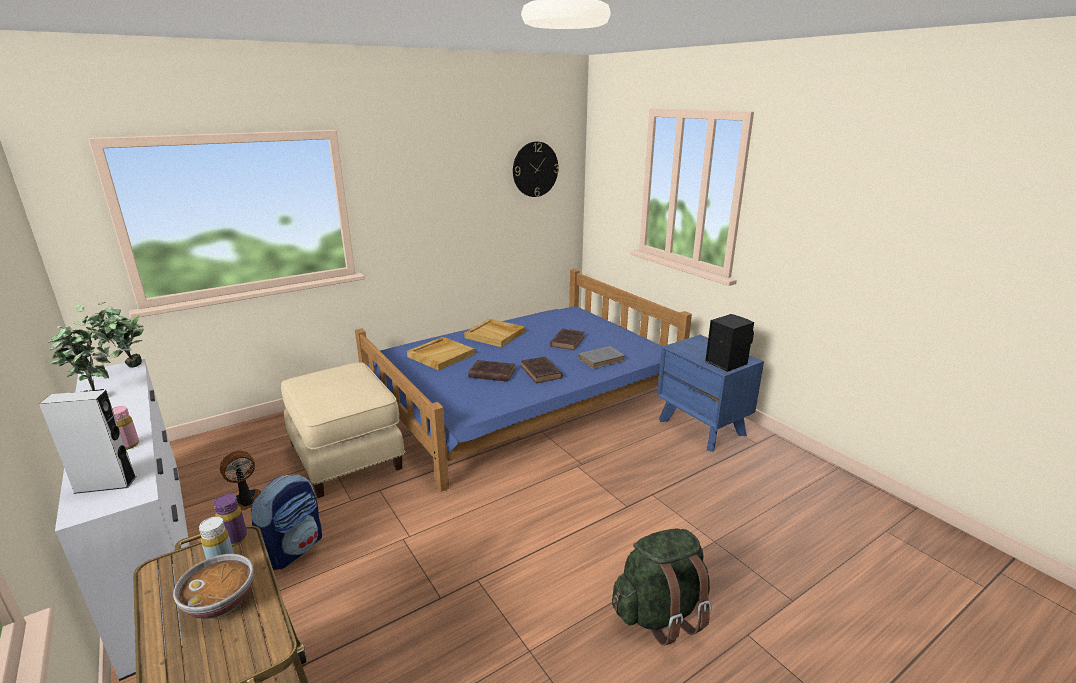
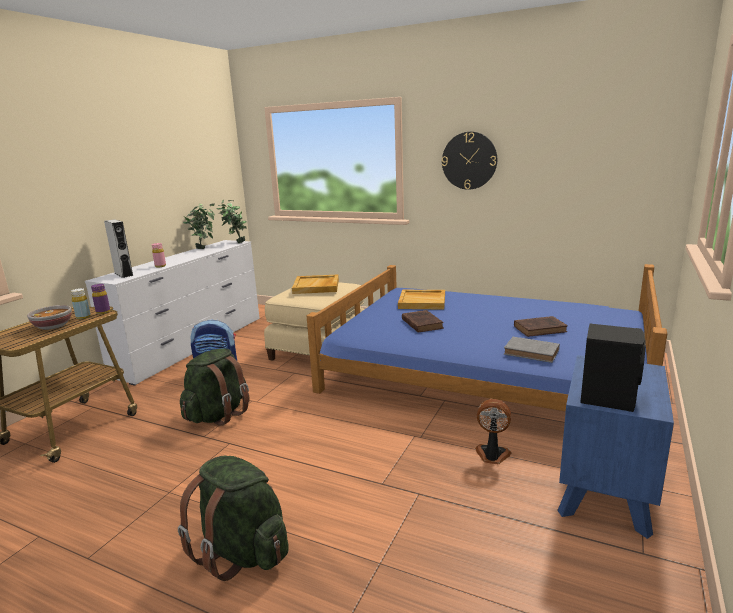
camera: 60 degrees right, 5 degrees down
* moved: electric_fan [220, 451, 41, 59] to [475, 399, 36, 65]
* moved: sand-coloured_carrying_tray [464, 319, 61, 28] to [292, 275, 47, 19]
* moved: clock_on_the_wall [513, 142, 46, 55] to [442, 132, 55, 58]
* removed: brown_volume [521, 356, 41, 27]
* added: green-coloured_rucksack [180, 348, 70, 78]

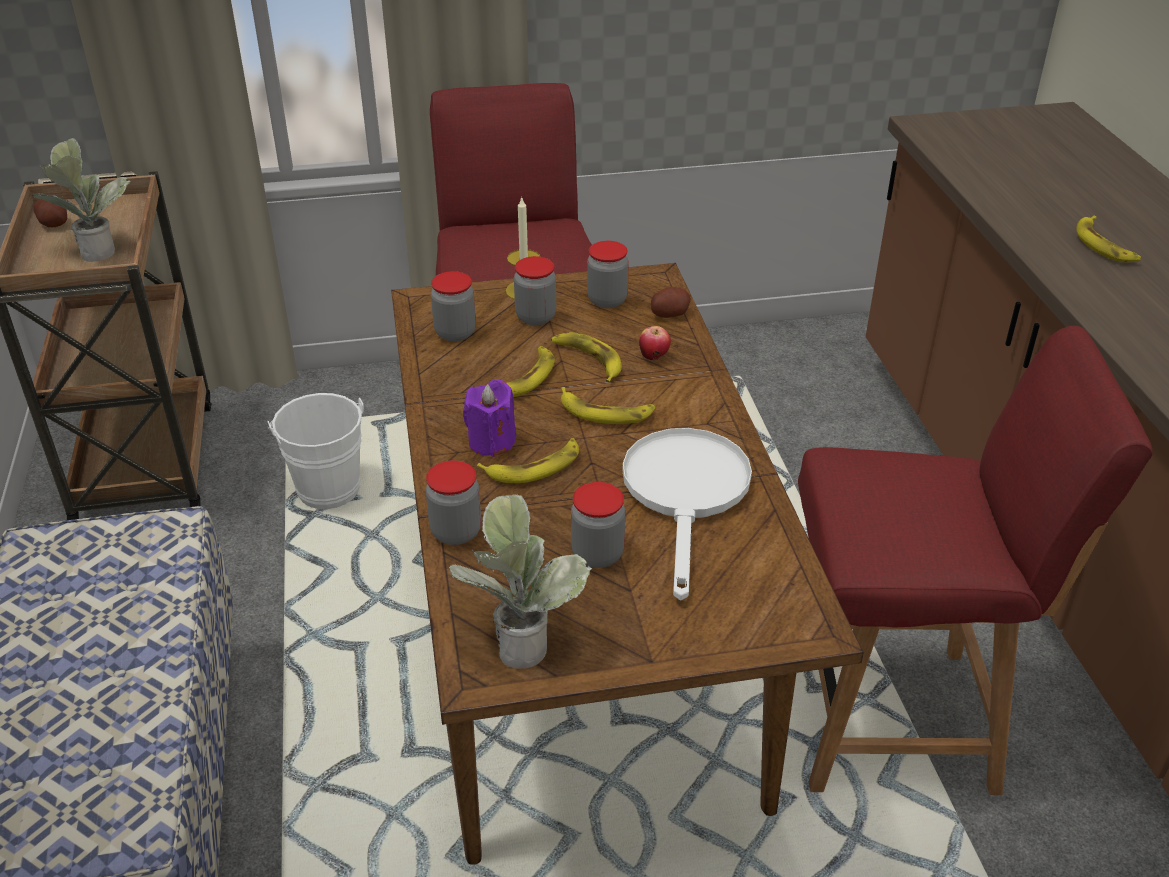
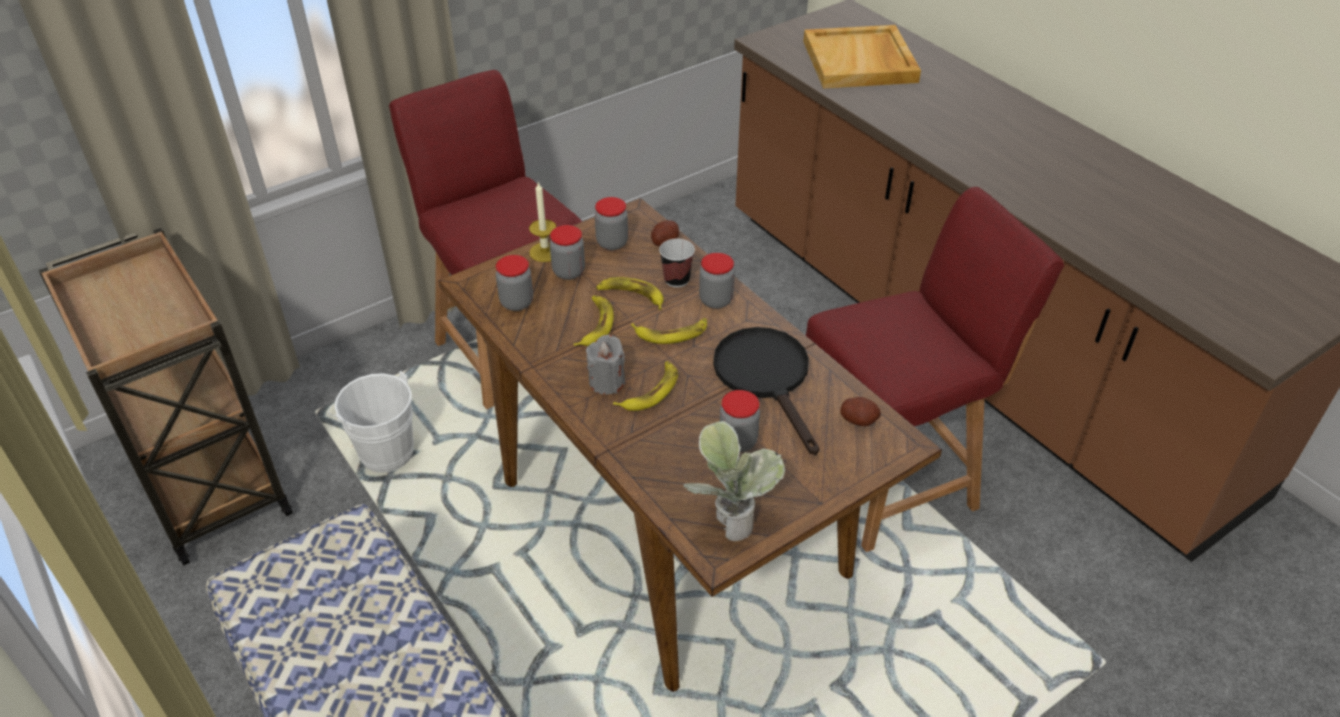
camera: 25 degrees left, 5 degrees up
* removed: houseplant [33, 138, 98, 124]
* moved: spud [34, 199, 33, 28] to [840, 397, 41, 29]
* moved: jar [426, 460, 55, 85] to [699, 253, 36, 56]
* recoloured: purplish_candle [463, 380, 53, 77] to greyish_candle [586, 335, 39, 59]
* recoloured: white_frying_pan [623, 428, 129, 172] to blackish_frying_pan [713, 327, 106, 128]
* replaced: whole_apple [639, 326, 32, 35] to small_cup [659, 239, 36, 49]
* removed: banana_fruit [1076, 216, 65, 46]
* added: sand-coloured_carrying_tray [803, 25, 118, 63]

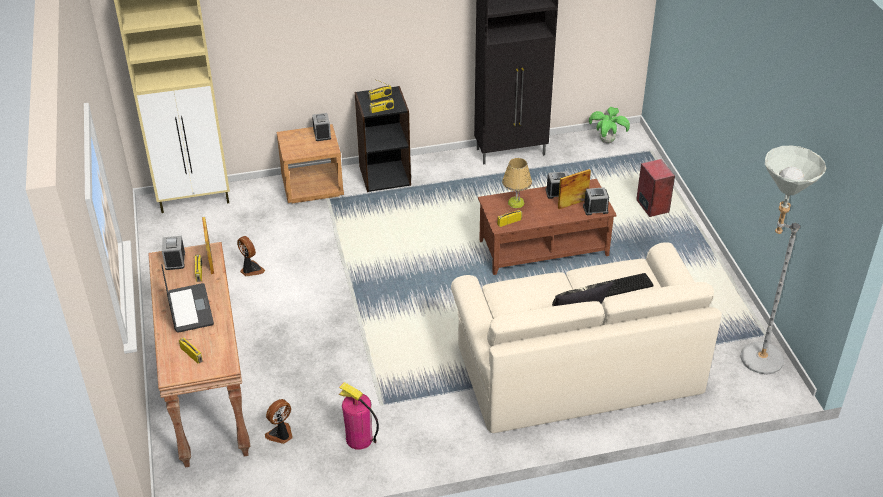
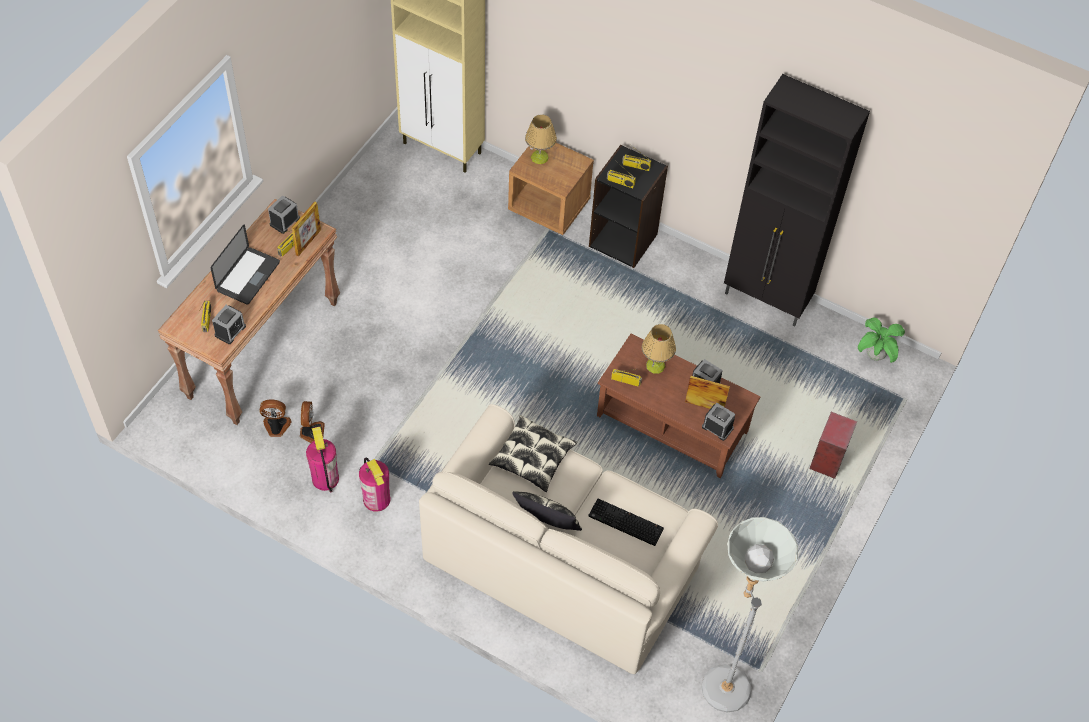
camera: 40 degrees right, 15 degrees up
* moved: electric_fan [237, 236, 28, 40] to [300, 401, 25, 42]
* moved: alarm_clock [312, 113, 19, 28] to [212, 305, 34, 39]
* added: fire-fighting_cylinder [359, 457, 31, 55]
* added: throw_pillow [489, 415, 88, 77]
* added: tabletop_lamp [525, 114, 32, 50]

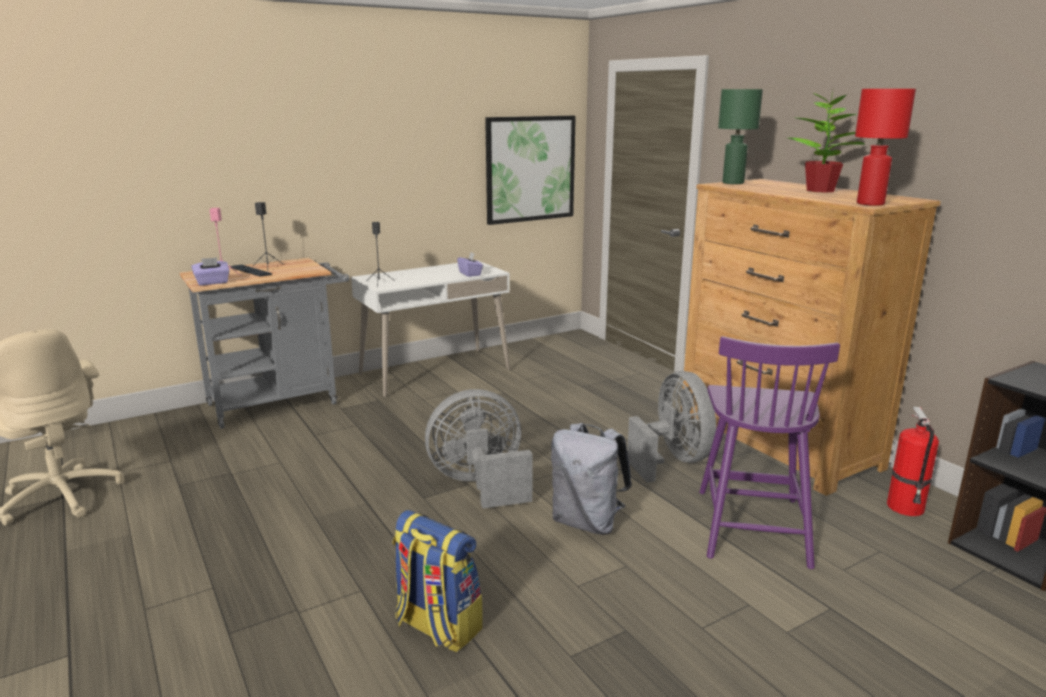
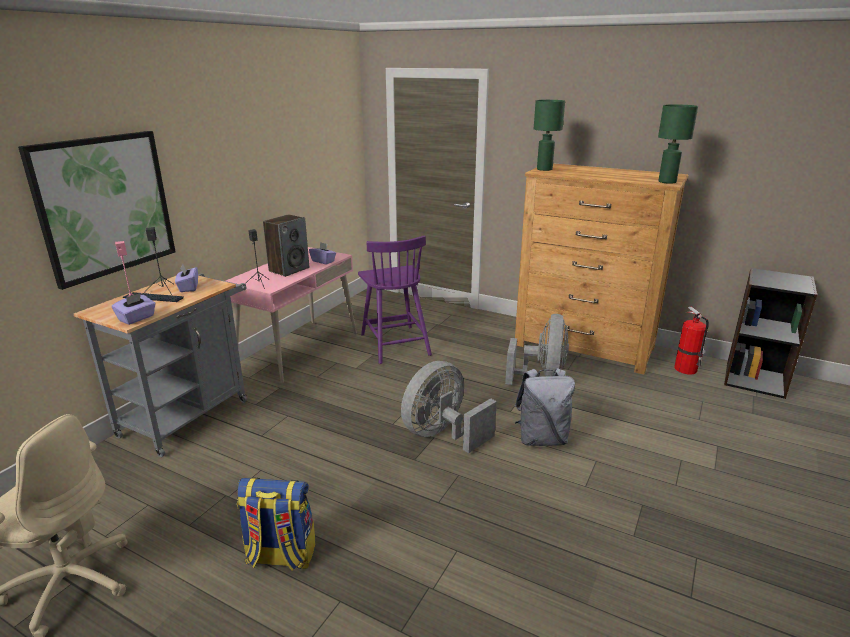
camera: 30 degrees left, 5 degrees up
* recoloured: white_desk_unit [351, 260, 159, 137] to pinkish_desk_unit [226, 247, 131, 137]
* moved: rucksack [393, 510, 90, 142] to [237, 477, 78, 94]
* moved: picture [485, 116, 91, 109] to [18, 131, 157, 159]
* turned: greyish_electric_fan [627, 371, 89, 112] = [505, 314, 64, 71] 60 degrees clockwise
* moved: purplish_chair [699, 336, 141, 233] to [358, 236, 74, 128]
* removed: houseplant [788, 91, 77, 102]
* recoloured: reddish_tabletop_lamp [855, 89, 61, 117] to green-coloured_tabletop_lamp [658, 104, 40, 80]
* added: purplish_box_of_tissues [175, 264, 23, 28]
* added: loudspeaker [263, 214, 46, 63]

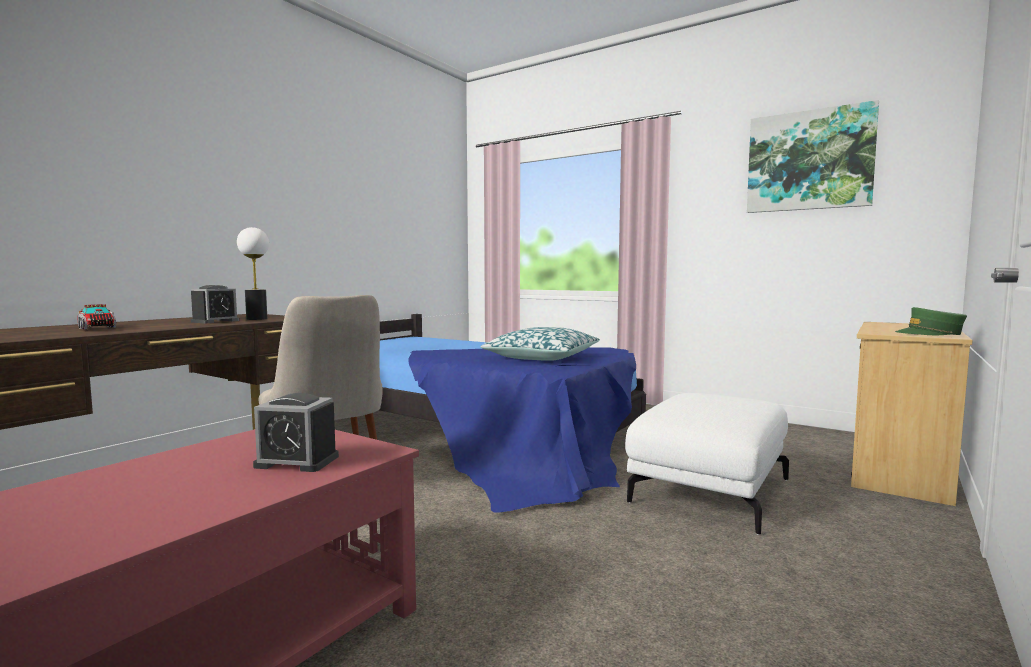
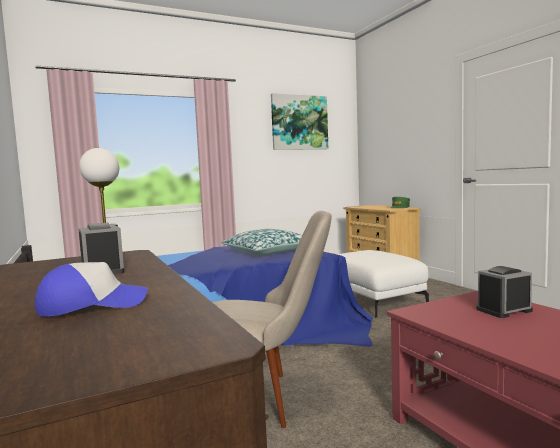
camera: 60 degrees left, 0 degrees up
* replaced: toy_lorry [78, 304, 38, 25] to cap [35, 262, 113, 55]
* turned: alarm_clock [253, 393, 86, 79] = [476, 266, 57, 52] 150 degrees counterclockwise

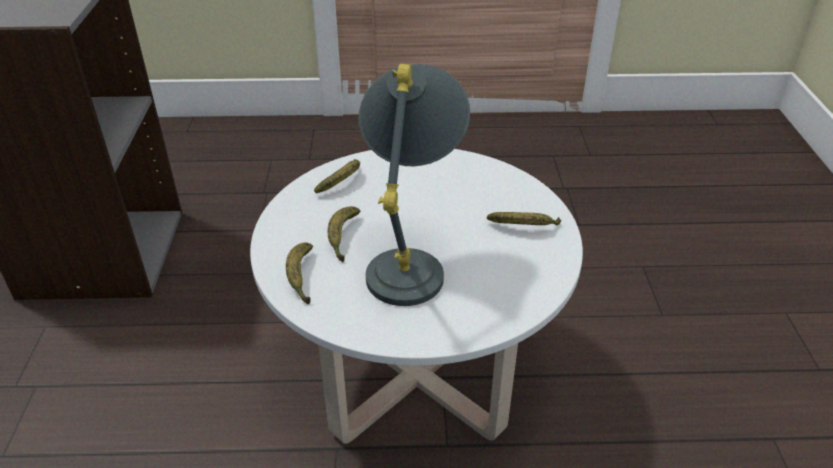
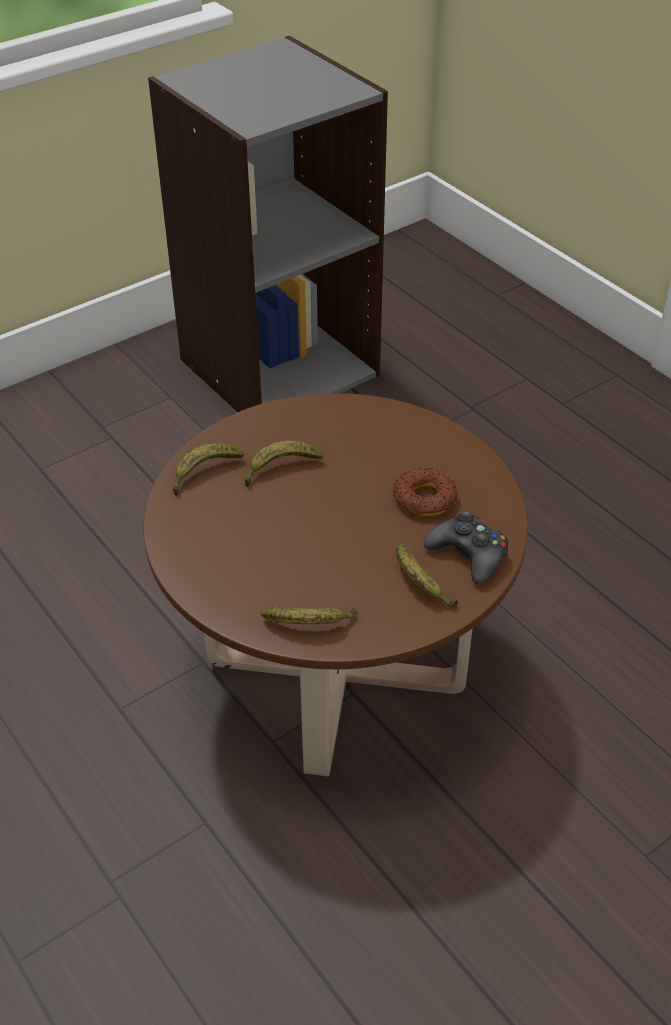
camera: 55 degrees right, 5 degrees up
* recoloured: white_low_table [250, 149, 333, 295] to brown_low_table [143, 393, 385, 383]
* moved: banana_fruit [314, 159, 46, 34] to [260, 607, 97, 17]
* removed: greyish_tabletop_lamp [359, 64, 111, 242]
* added: doughnut [393, 468, 65, 49]
* added: blackish_gamepad [424, 510, 84, 75]

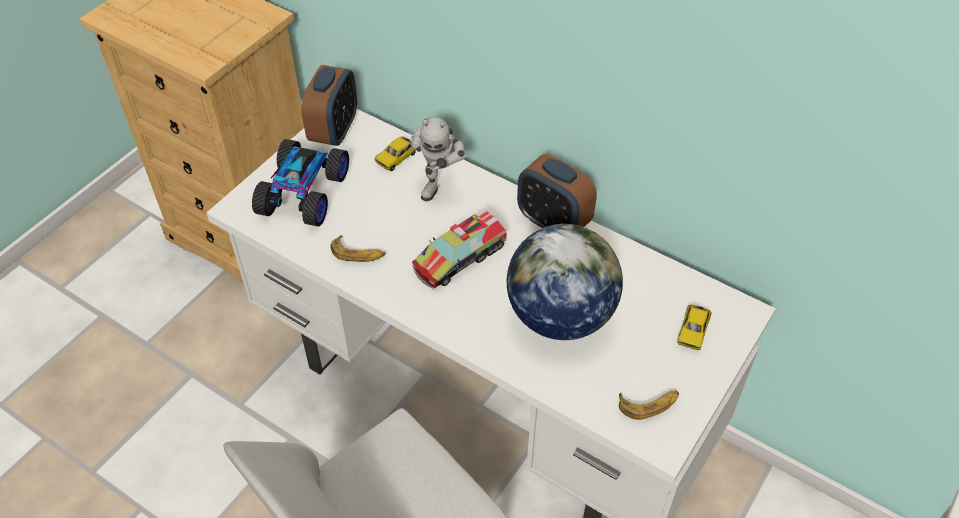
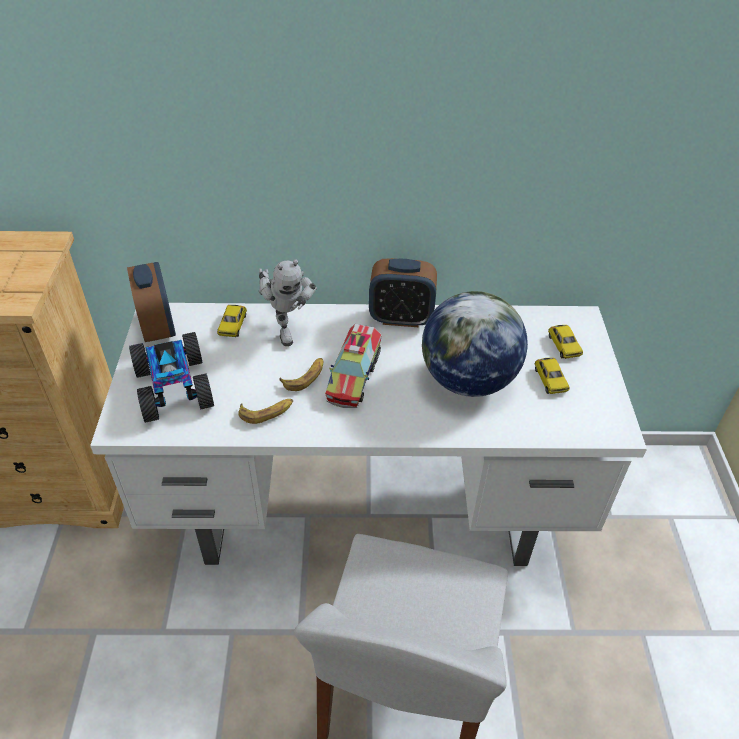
camera: 35 degrees left, 5 degrees down
* moved: banana_fruit [619, 390, 60, 30] to [280, 358, 43, 33]
* added: toy_car [535, 358, 35, 36]

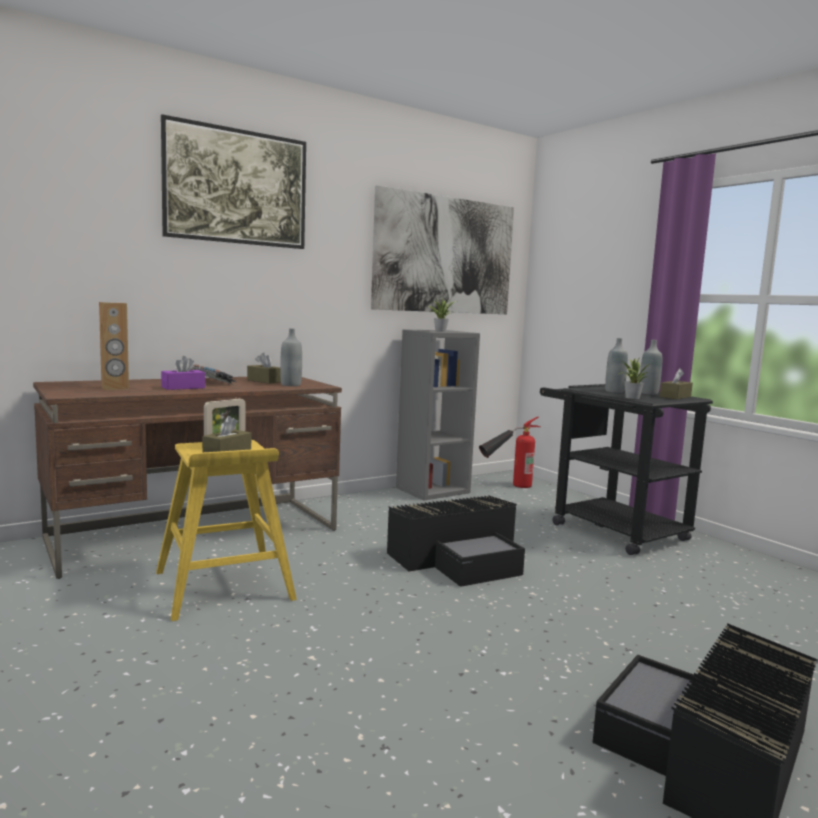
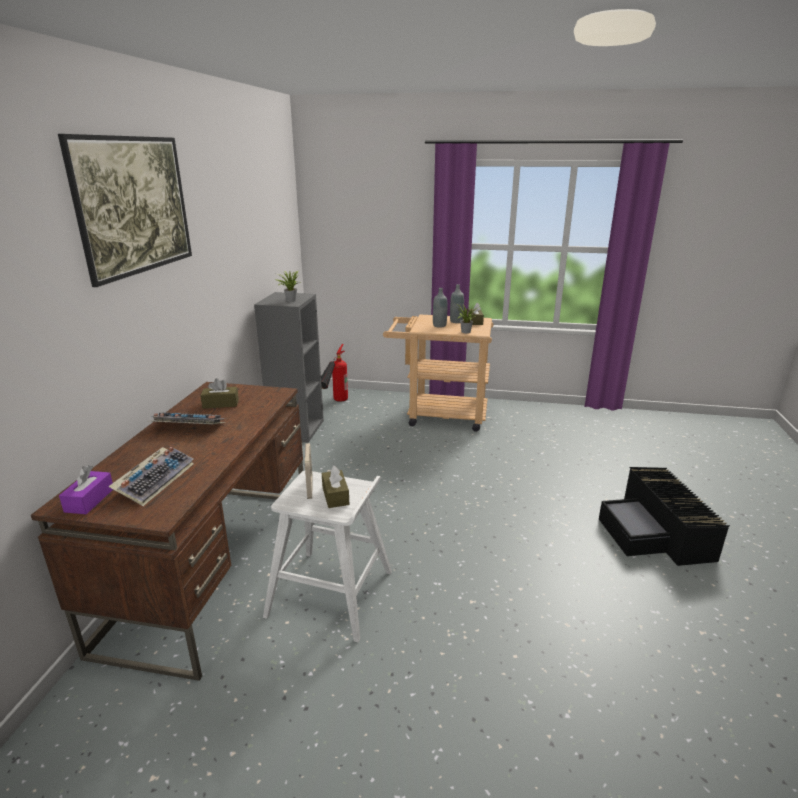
camera: 45 degrees left, 15 degrees up
* replaced: brown_loudspeaker [99, 302, 30, 88] to computer_keyboard [108, 447, 86, 59]
* recoloured: yellowish_stool [156, 440, 141, 181] to white_stool [263, 471, 129, 171]
* moved: purplish_box_of_tissues [161, 356, 44, 34] to [59, 465, 54, 49]
* removed: greyish_bottle [280, 328, 22, 58]
* removed: picture [371, 186, 143, 128]
* removed: blackish_storage_box [387, 495, 138, 92]
* recoloured: blackish_cart [540, 384, 173, 171] to sand-coloured_cart [383, 314, 111, 118]

